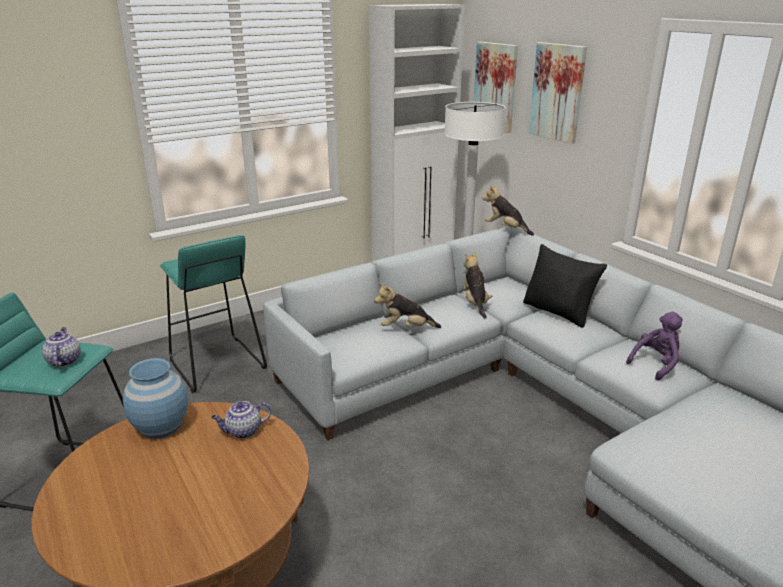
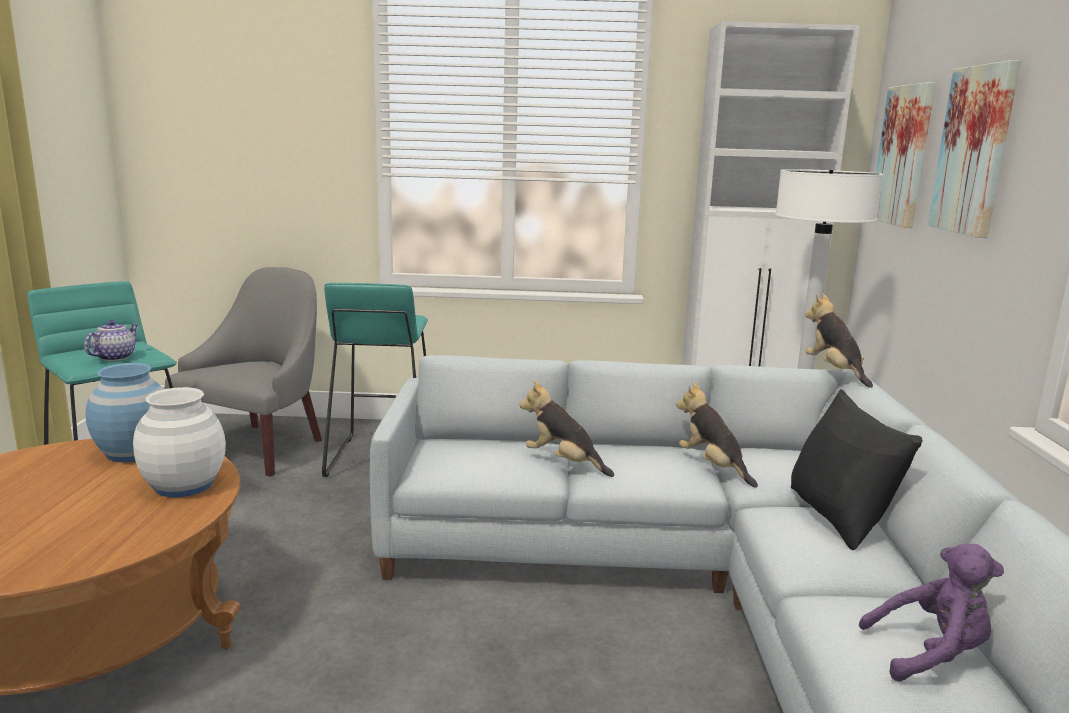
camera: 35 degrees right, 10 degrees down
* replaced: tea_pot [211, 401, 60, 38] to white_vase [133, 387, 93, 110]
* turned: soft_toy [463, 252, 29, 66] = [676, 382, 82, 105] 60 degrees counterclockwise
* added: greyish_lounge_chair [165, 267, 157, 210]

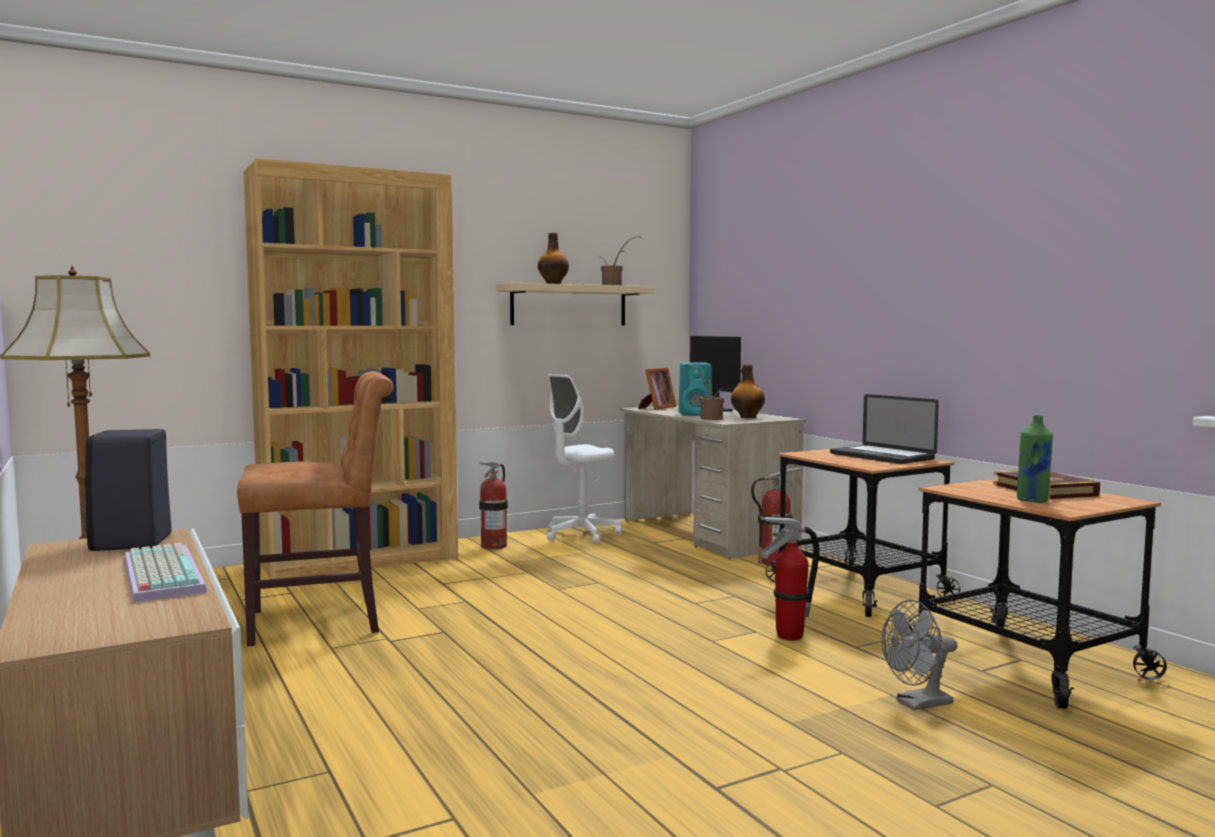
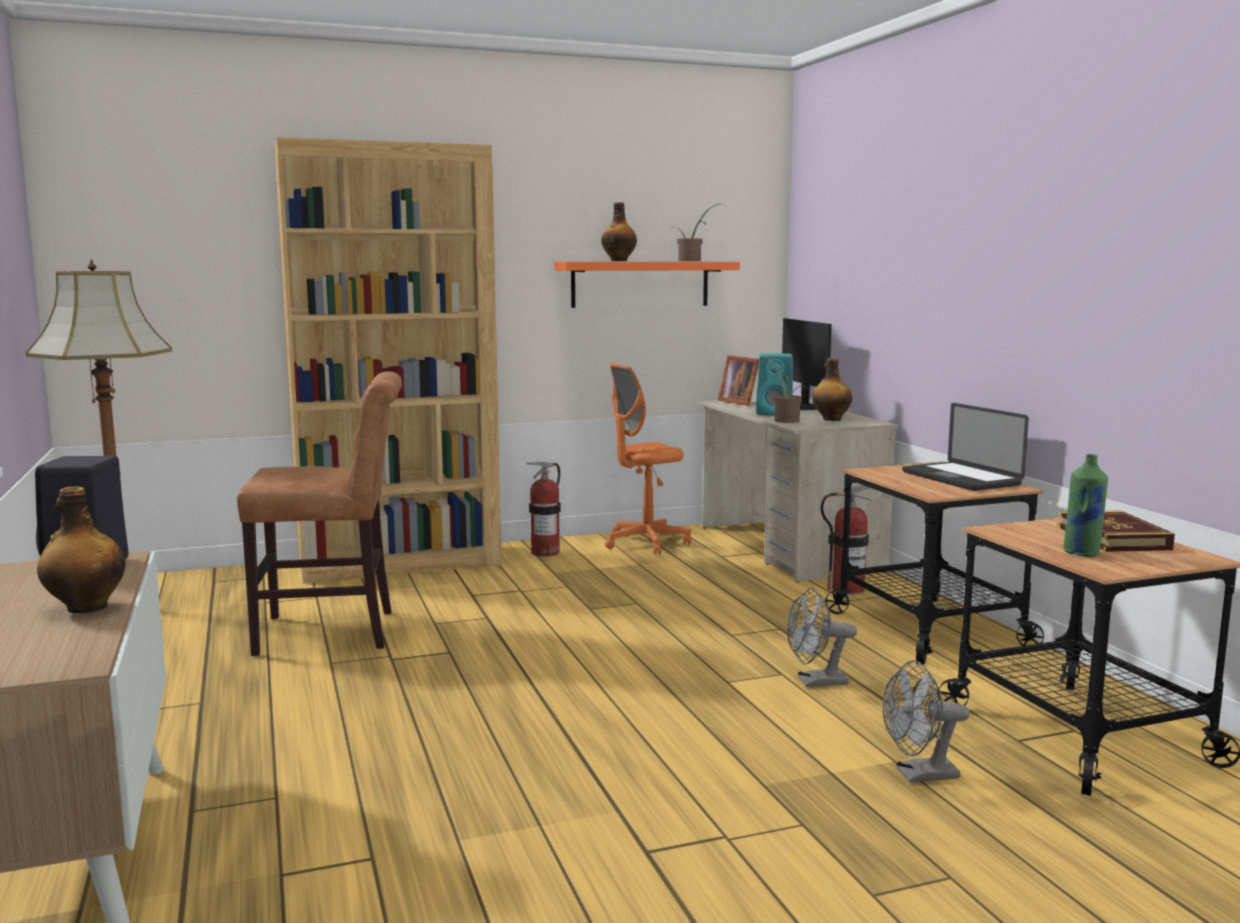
camera: 10 degrees right, 5 degrees up
* replaced: computer_keyboard [124, 543, 83, 60] to bottle [37, 487, 89, 126]
* recoloured: sand-coloured_bracket_shelf [496, 283, 159, 42] to orangey_bracket_shelf [555, 262, 185, 46]
* recoloured: white_computer_chair [547, 373, 75, 171] to orangey_computer_chair [605, 363, 87, 192]
* turned: photo_frame [638, 368, 39, 42] = [718, 355, 41, 51] 105 degrees clockwise
* replaced: fire-fighting_cylinder [760, 516, 59, 124] to greyish_electric_fan [787, 588, 70, 99]

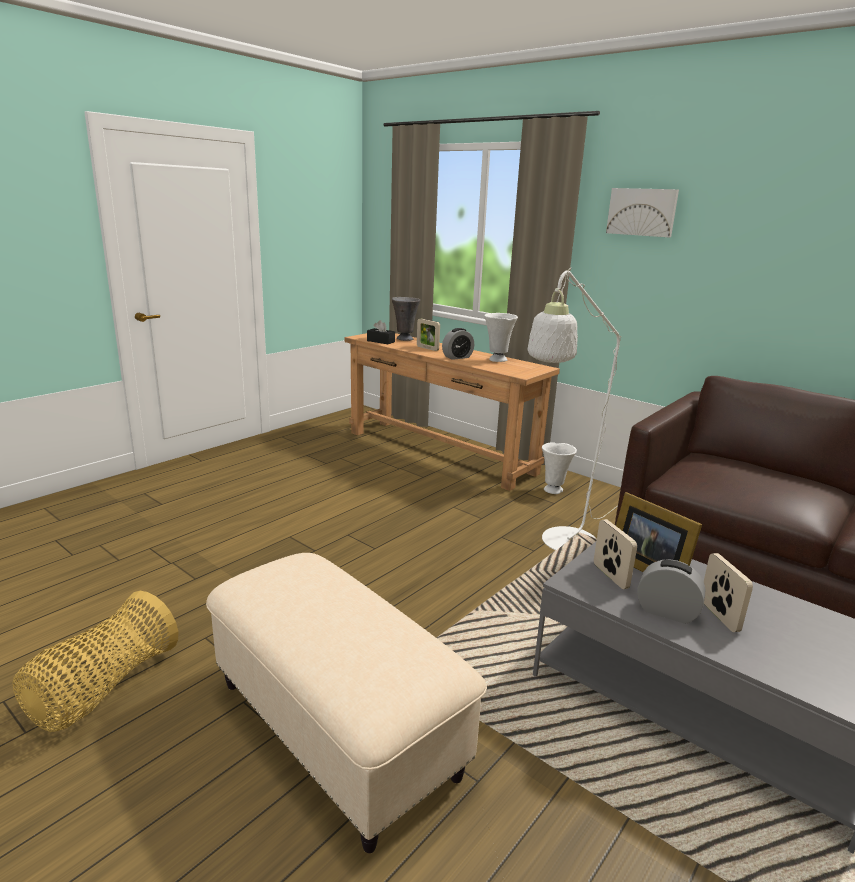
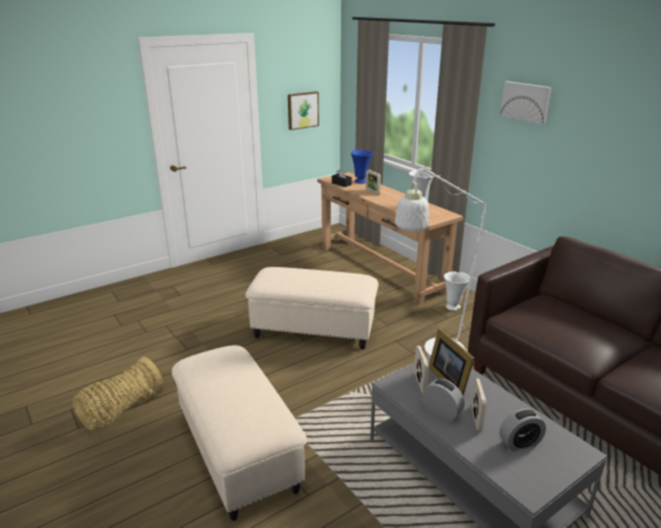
camera: 15 degrees right, 5 degrees up
* recoloured: greyish_vase [392, 297, 29, 44] to bluish_vase [351, 150, 22, 34]
* moved: alarm_clock [442, 328, 32, 32] to [499, 409, 47, 42]
* added: sand-coloured_ottoman [245, 267, 133, 83]
* added: picture [288, 91, 31, 39]

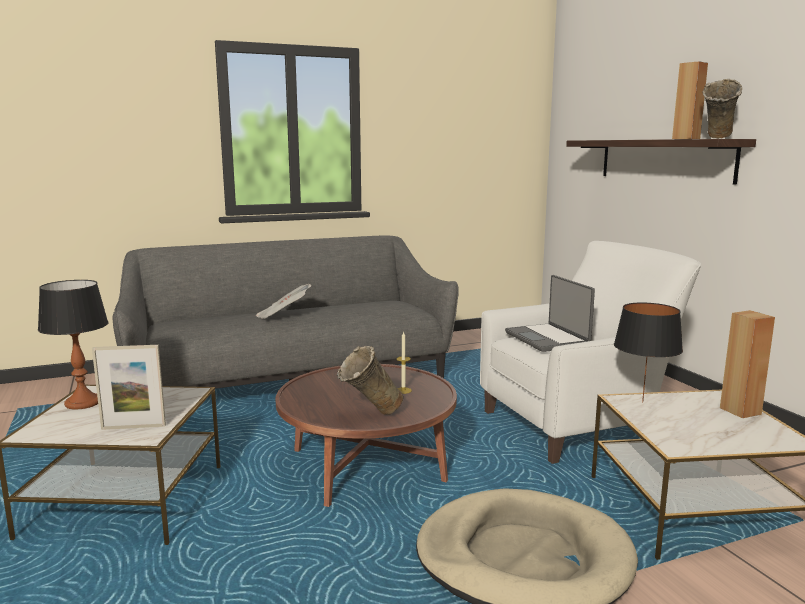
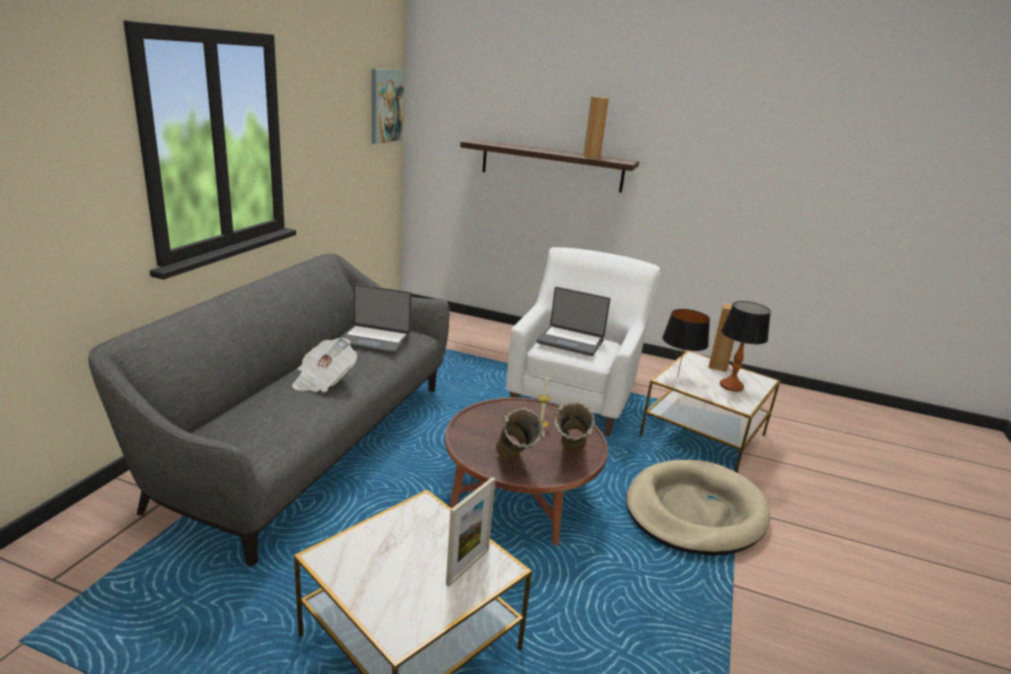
camera: 50 degrees left, 10 degrees up
* moved: tabletop_lamp [38, 280, 70, 129] to [720, 301, 51, 91]
* moved: sand-coloured_vase [703, 79, 39, 60] to [496, 408, 50, 51]
* added: laptop [340, 284, 72, 70]
* added: picture [372, 69, 32, 75]

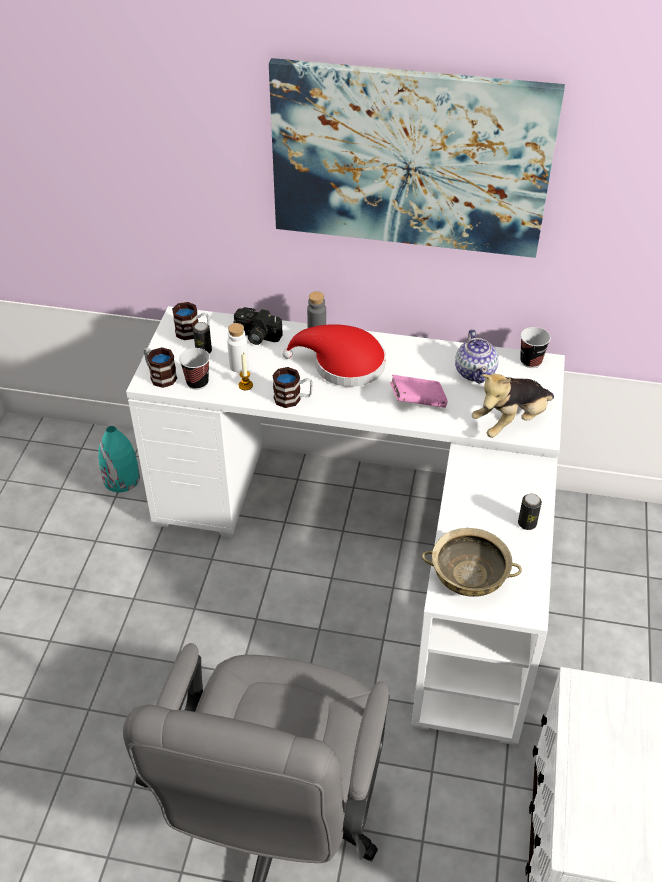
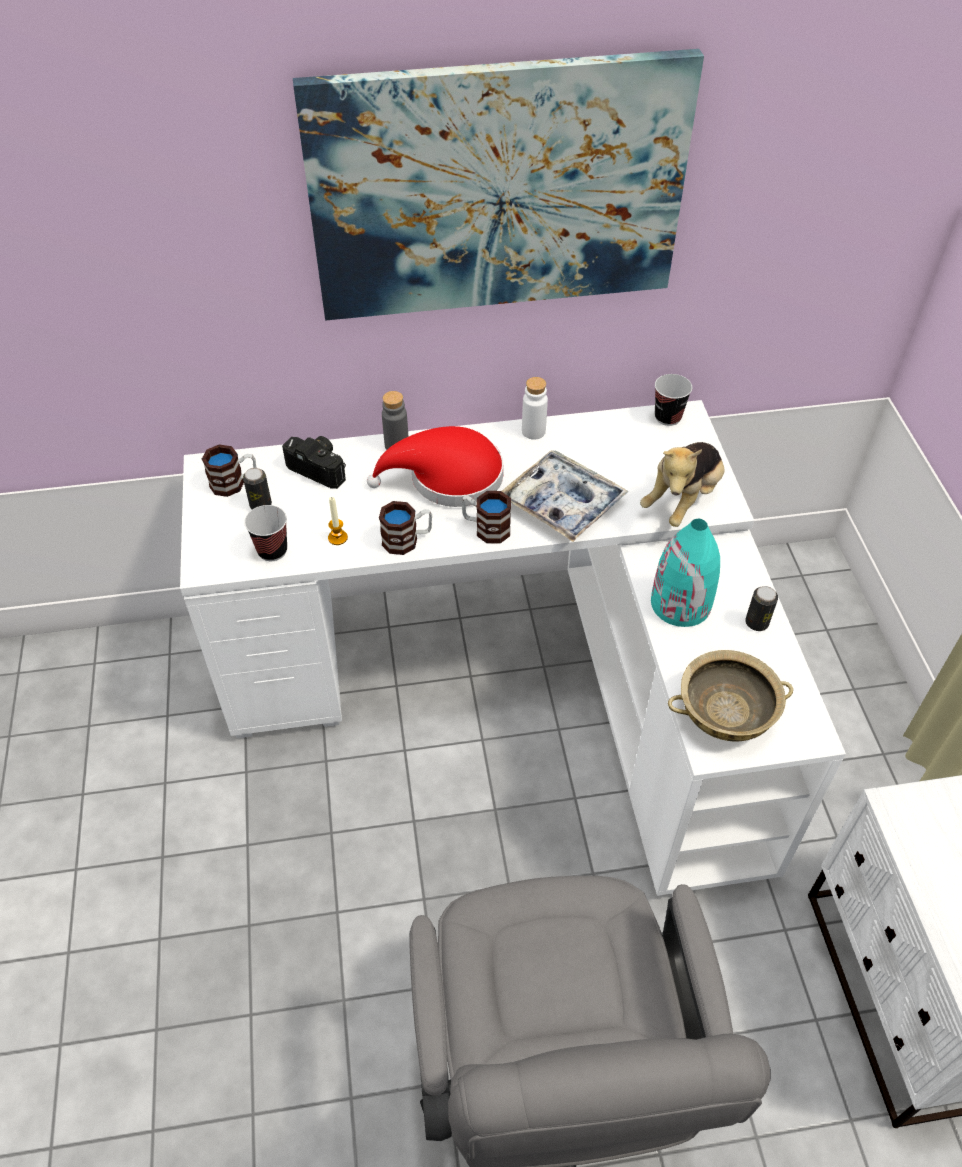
camera: 20 degrees left, 5 degrees up
* moved: turquoise-coloured_vase [98, 426, 42, 66] to [651, 519, 69, 108]
* moved: coffee_mug [144, 347, 33, 41] to [461, 491, 50, 52]
* moved: white_bottle [227, 323, 22, 49] to [522, 377, 26, 63]
* turned: still_camera [233, 307, 50, 38] = [282, 436, 64, 53] 150 degrees counterclockwise
* replaced: pinkish_volume [390, 375, 58, 33] to carrying_tray [502, 450, 127, 92]
* removed: tea_pot [455, 329, 43, 55]

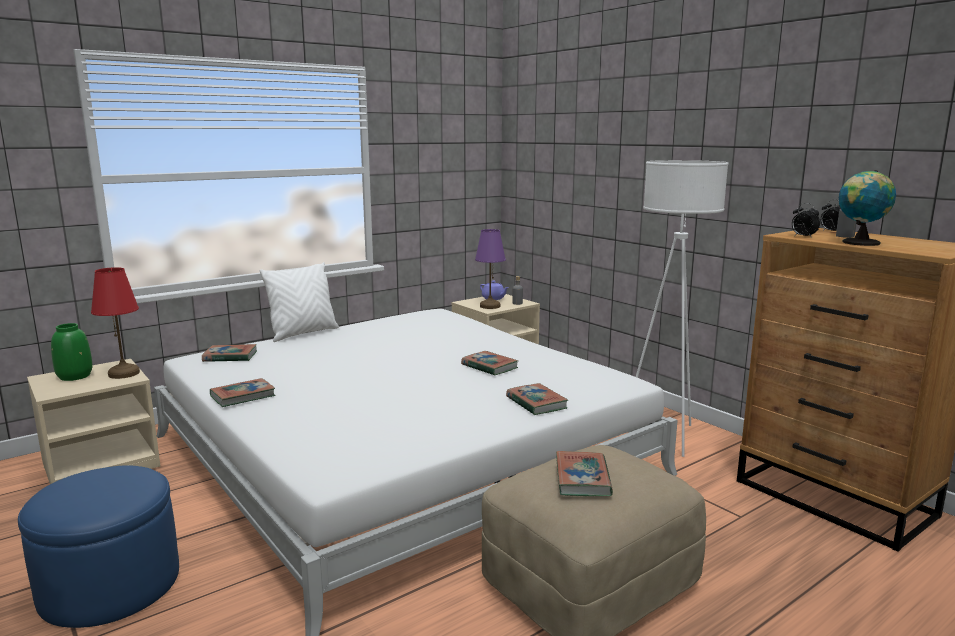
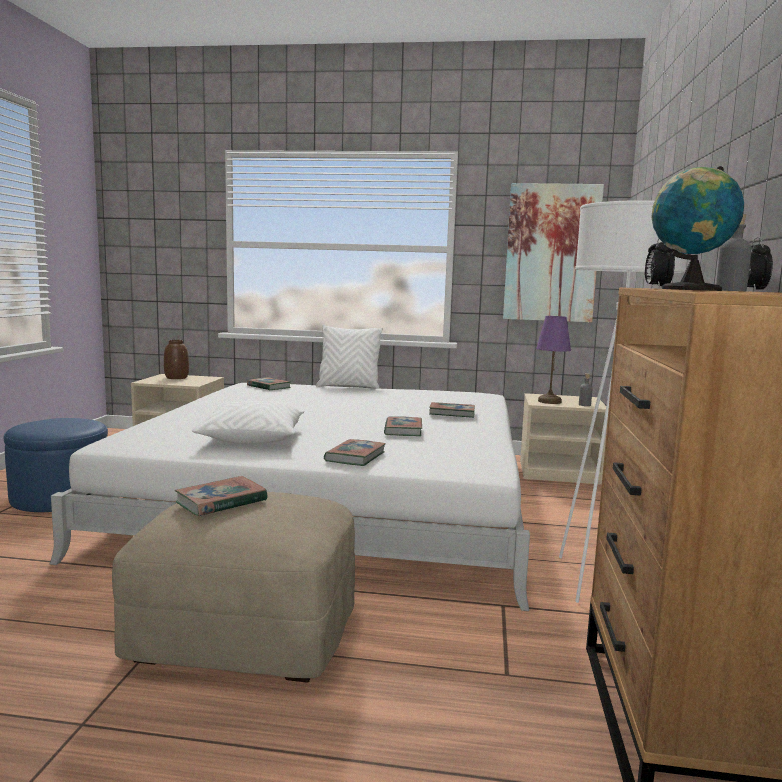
camera: 45 degrees right, 5 degrees down
* recoloured: green-coloured_vase [51, 323, 42, 58] to brown_vase [164, 340, 25, 39]
* removed: reddish_tabletop_lamp [91, 267, 49, 112]
* moved: volume [210, 378, 66, 29] to [429, 402, 46, 16]
* removed: purplish_tea_pot [480, 281, 29, 19]
* added: white_throw_pillow [192, 400, 112, 44]
* added: picture [503, 183, 101, 139]

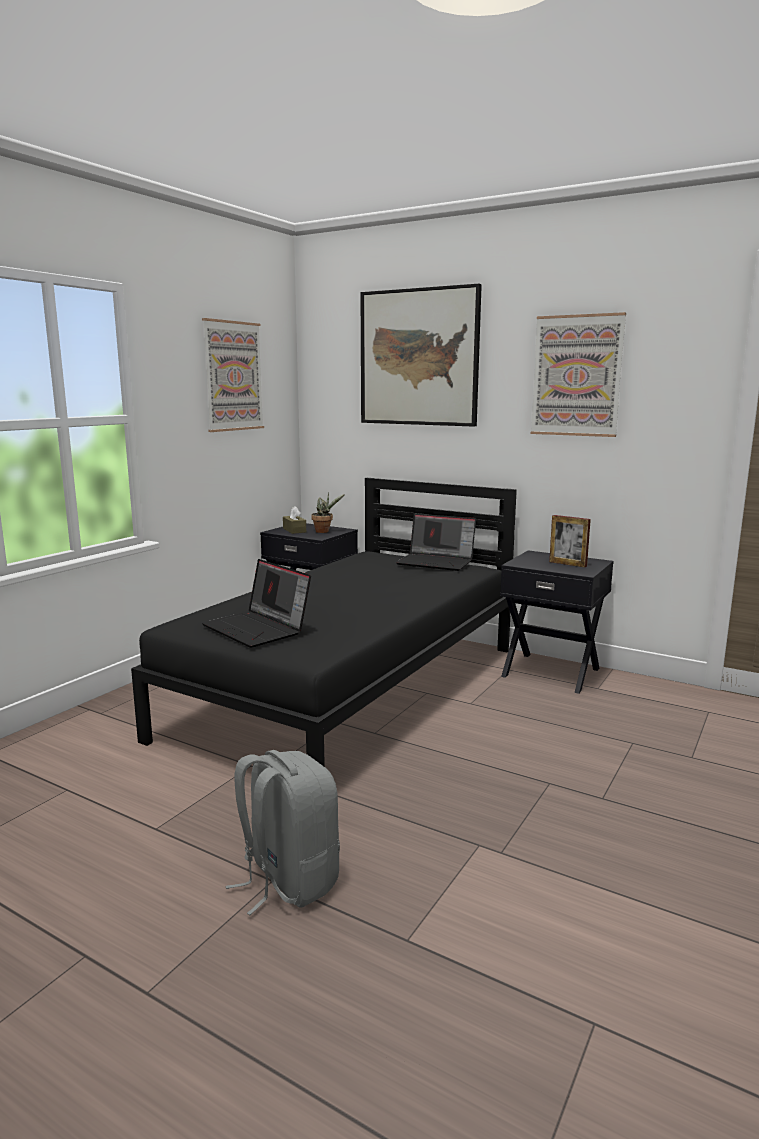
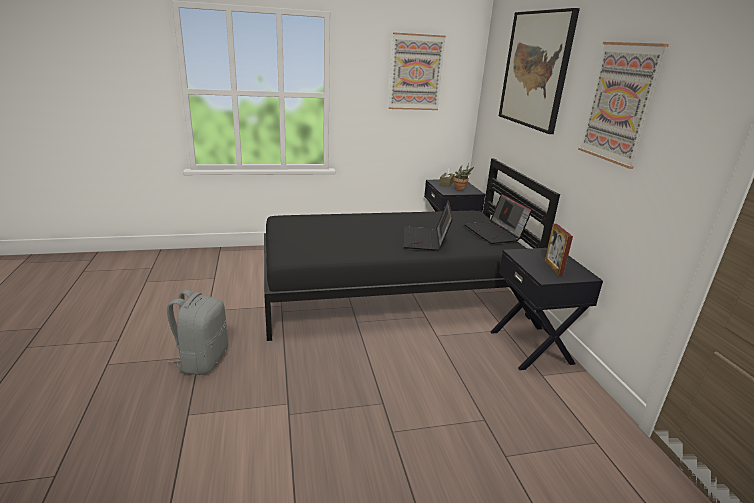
camera: 45 degrees right, 10 degrees up
* moved: laptop [202, 559, 109, 89] to [404, 200, 49, 51]

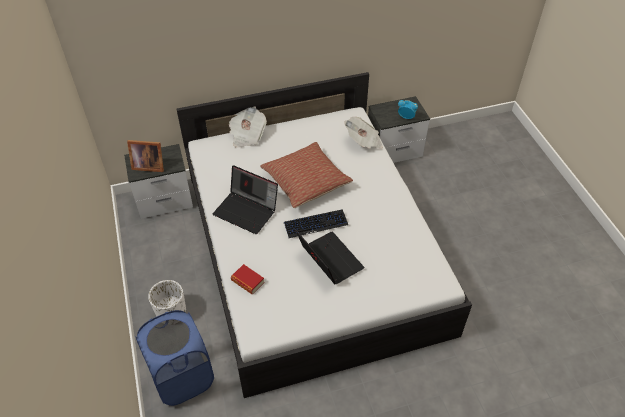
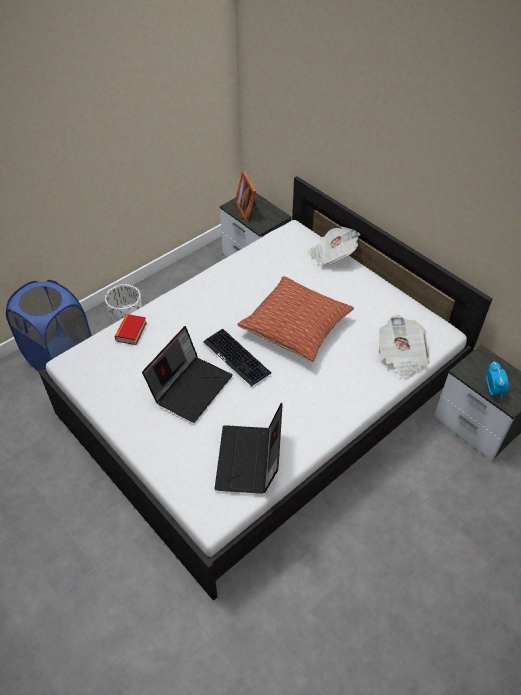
camera: 65 degrees right, 0 degrees up
* moved: laptop [213, 165, 65, 69] to [215, 403, 68, 91]

